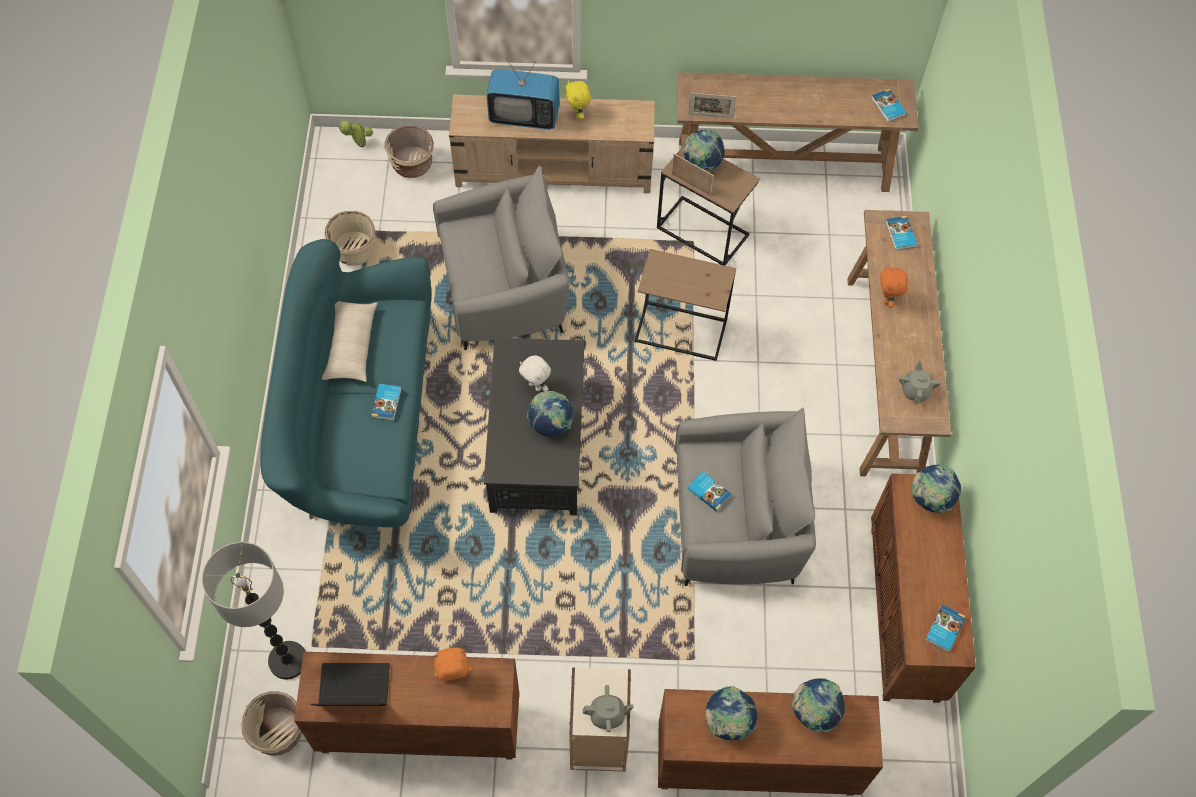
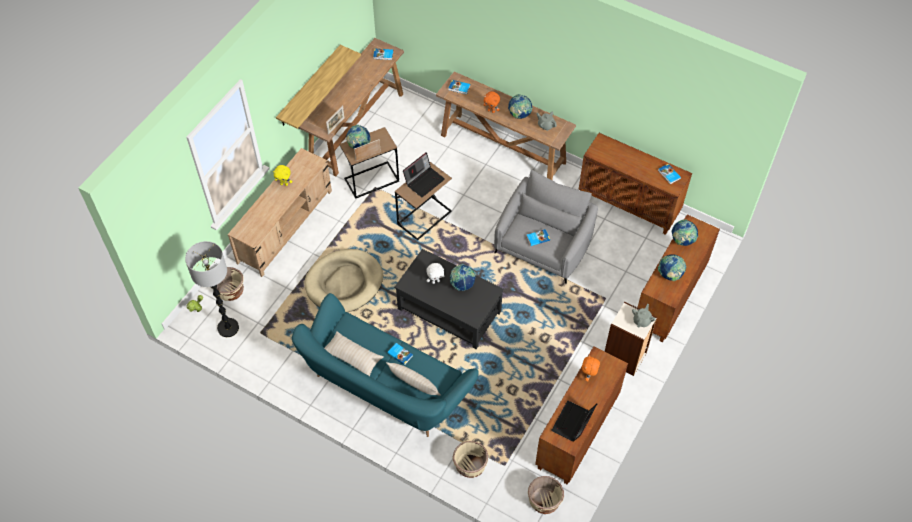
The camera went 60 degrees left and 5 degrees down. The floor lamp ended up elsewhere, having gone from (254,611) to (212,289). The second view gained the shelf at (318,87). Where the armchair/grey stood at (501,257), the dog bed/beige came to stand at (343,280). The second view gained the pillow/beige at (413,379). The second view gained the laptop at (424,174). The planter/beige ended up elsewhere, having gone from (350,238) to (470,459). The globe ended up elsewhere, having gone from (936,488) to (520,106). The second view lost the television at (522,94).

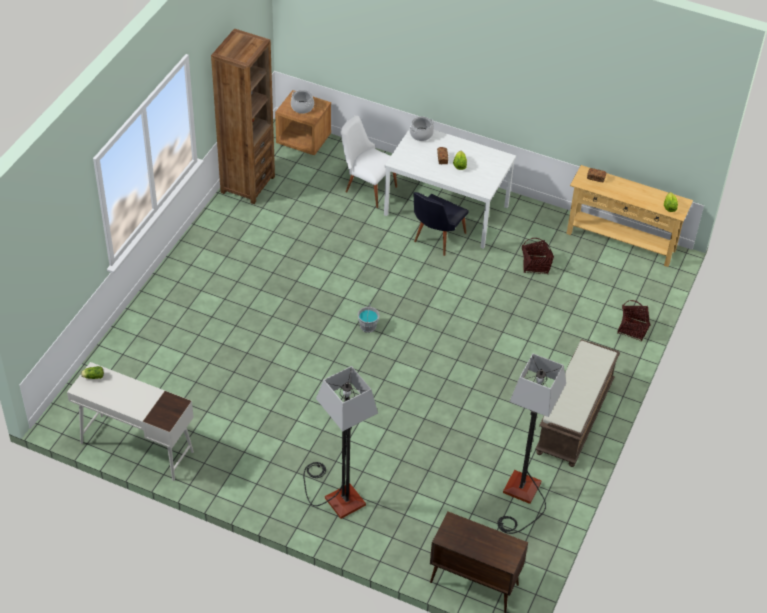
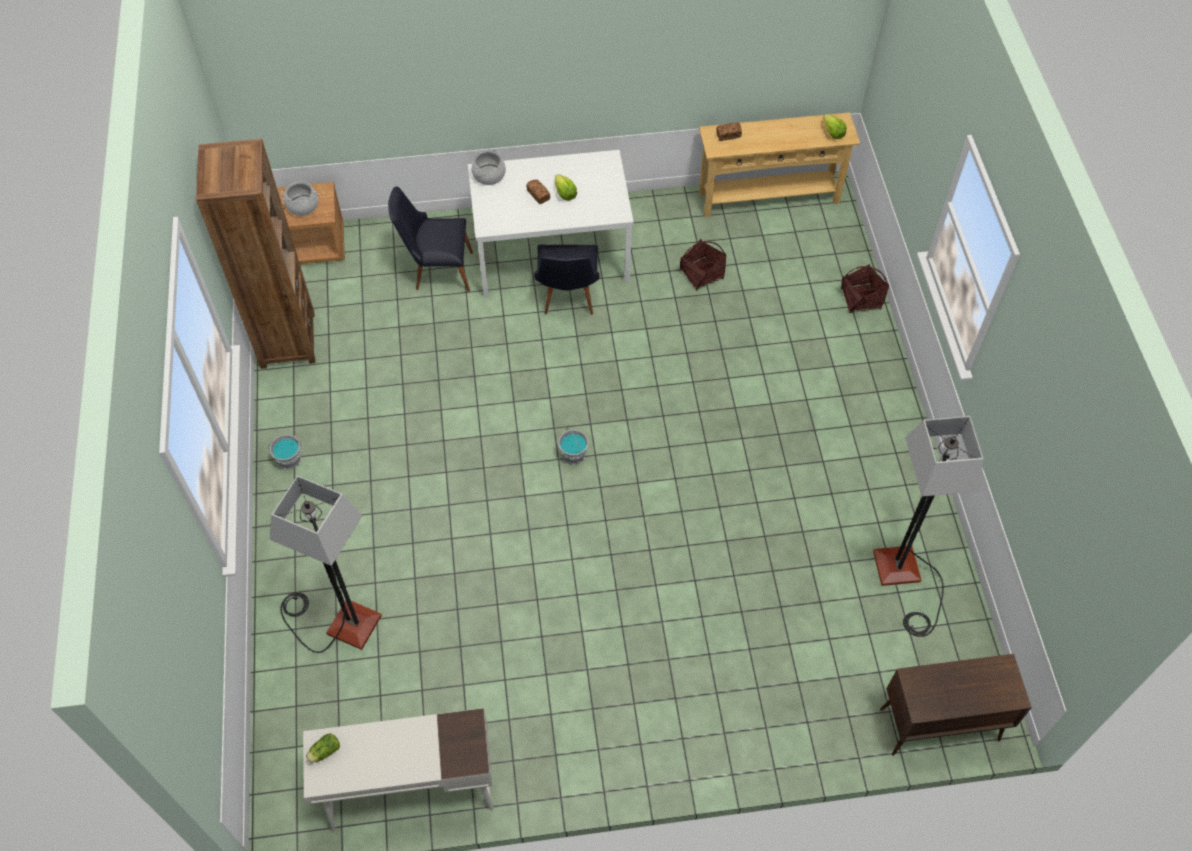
The camera went 30 degrees left and 10 degrees up. The second view gained the bucket/grey at (284,452). The floor lamp ended up elsewhere, having gone from (340,442) to (326,564). What was the chair/white at (368,161) turned into the chair/black at (430,239). The second view lost the bench/brown at (577,403).

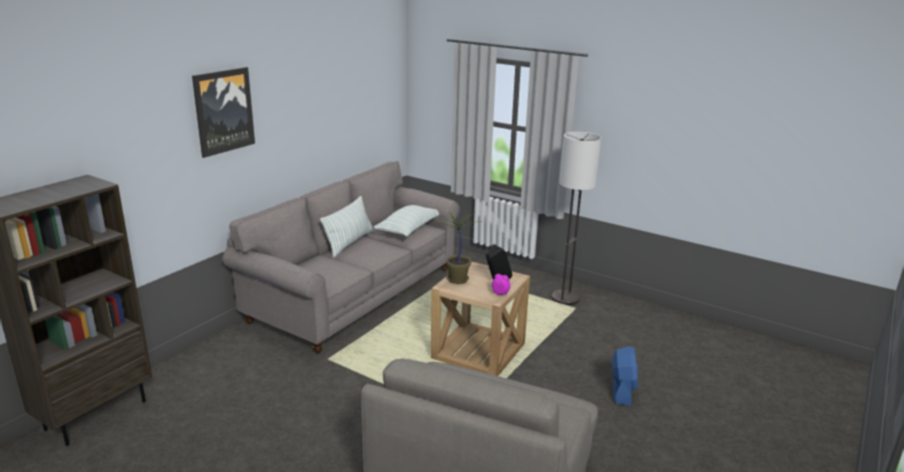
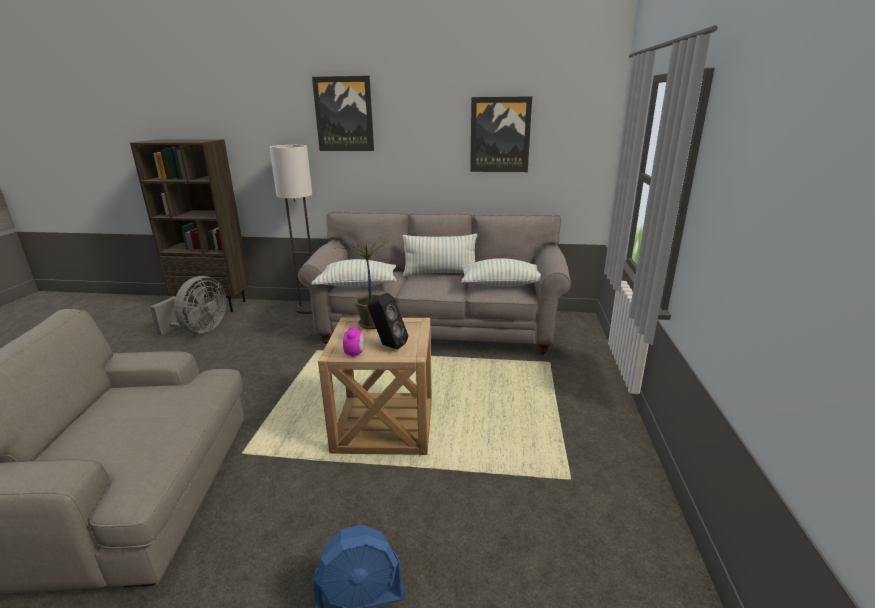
The camera went 65 degrees right and 0 degrees up. The second view gained the fan/grey at (188,305). The floor lamp ended up elsewhere, having gone from (577,218) to (291,229). The second view gained the pillow at (354,273). The second view gained the picture at (501,134).

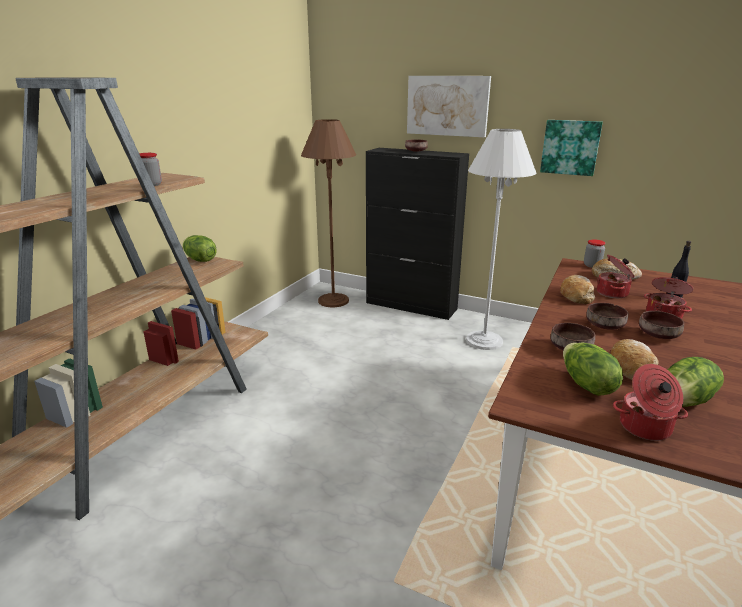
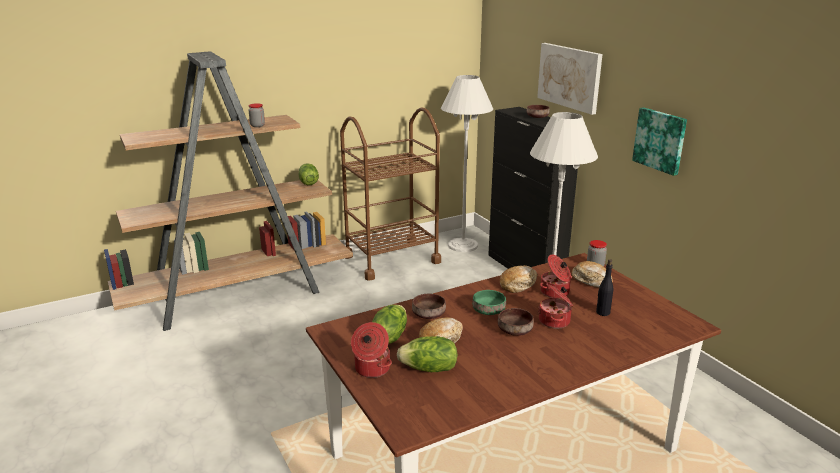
The camera went 35 degrees right and 0 degrees up. The second view gained the cart/brown at (390,194). What was the floor lamp/brown at (328,213) turned into the floor lamp/white at (467,163). What was the bowl/brown at (607,316) turned into the bowl/green at (489,302).

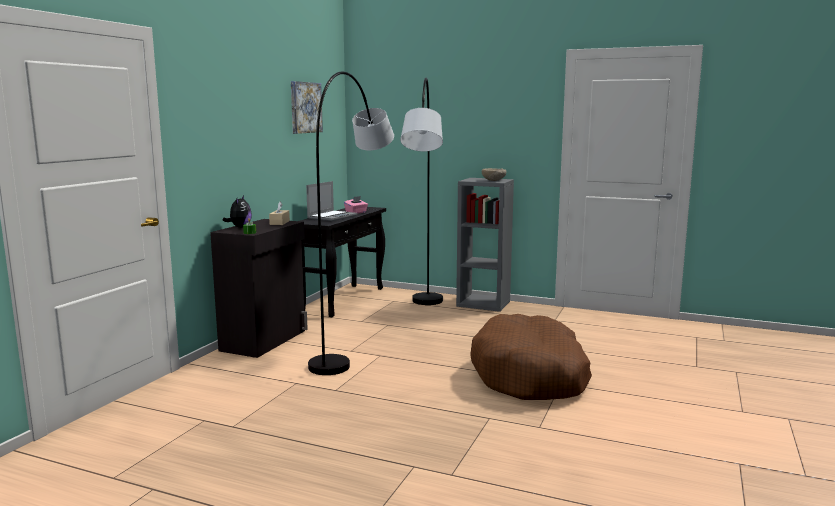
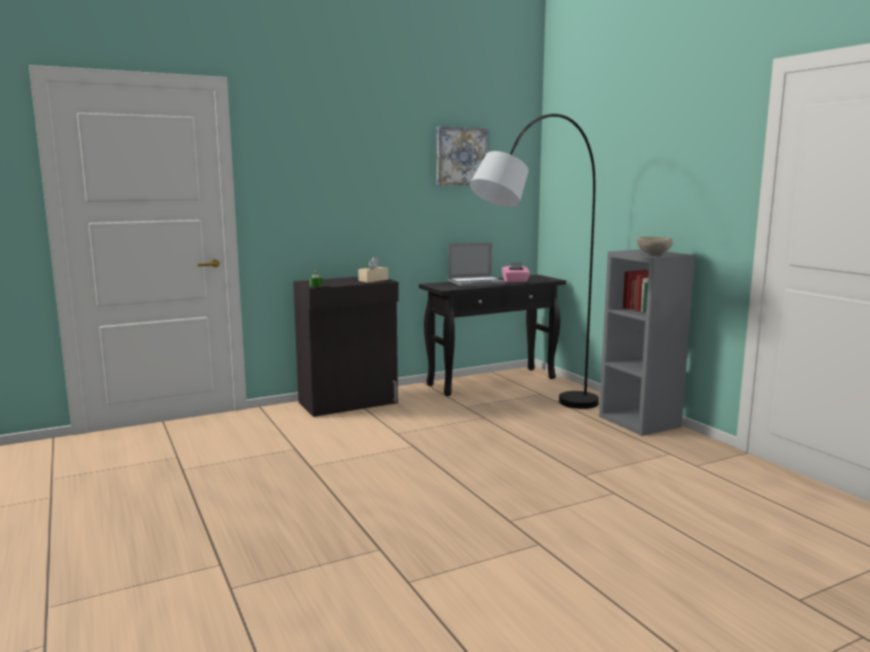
The camera went 40 degrees right and 0 degrees up. The second view lost the plush toy at (237,211). The second view lost the floor lamp/grey at (351,223). The second view lost the dog bed/brown at (531,357).

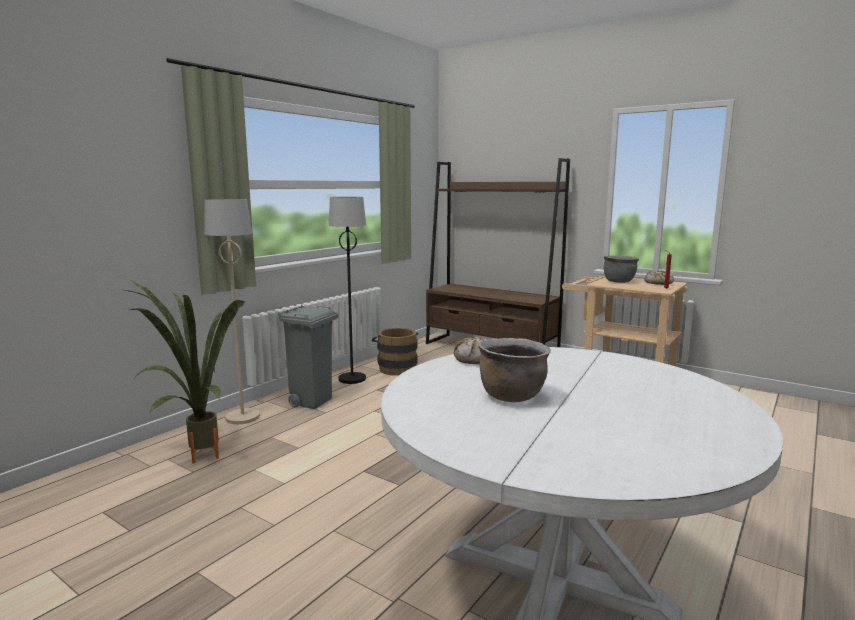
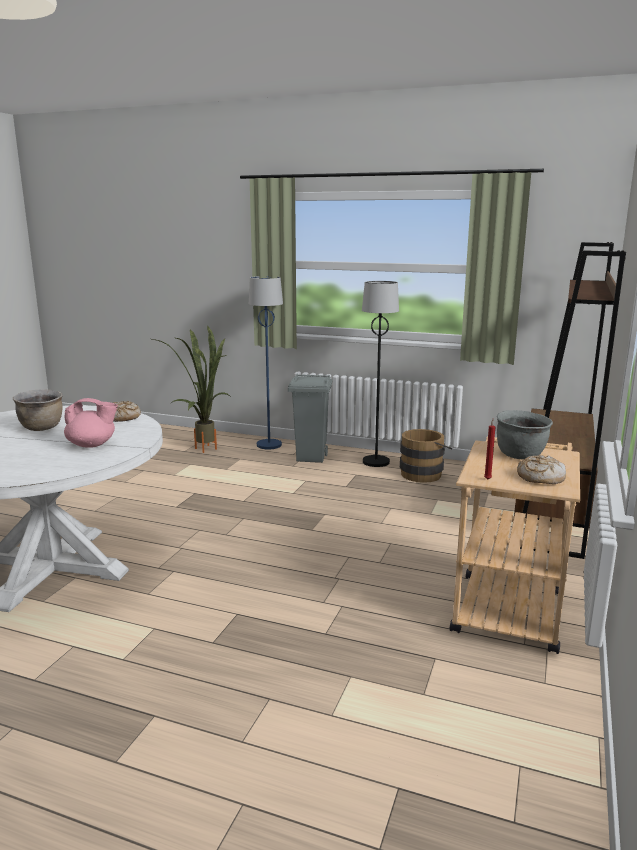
The camera went 75 degrees right and 5 degrees up. The second view gained the teapot/pink at (91,423). What was the floor lamp/beige at (232,311) turned into the floor lamp/blue at (266,362).

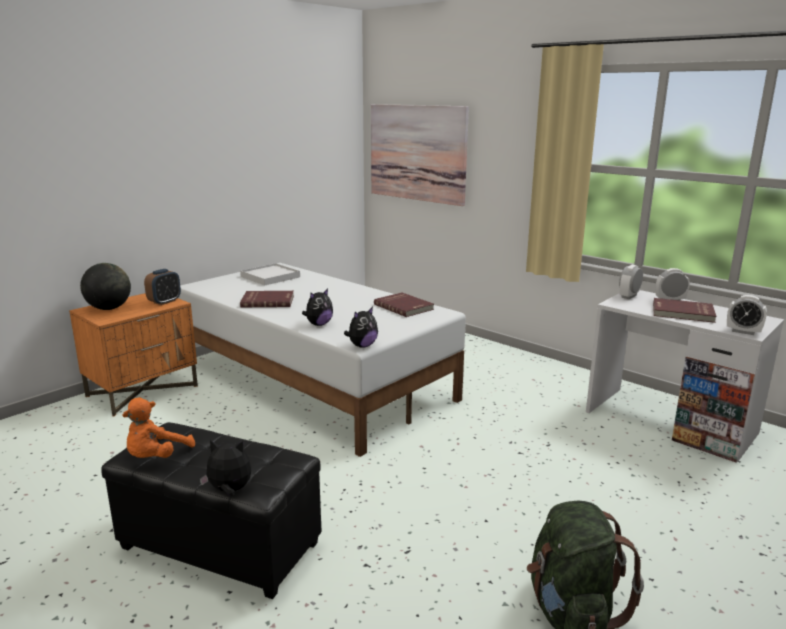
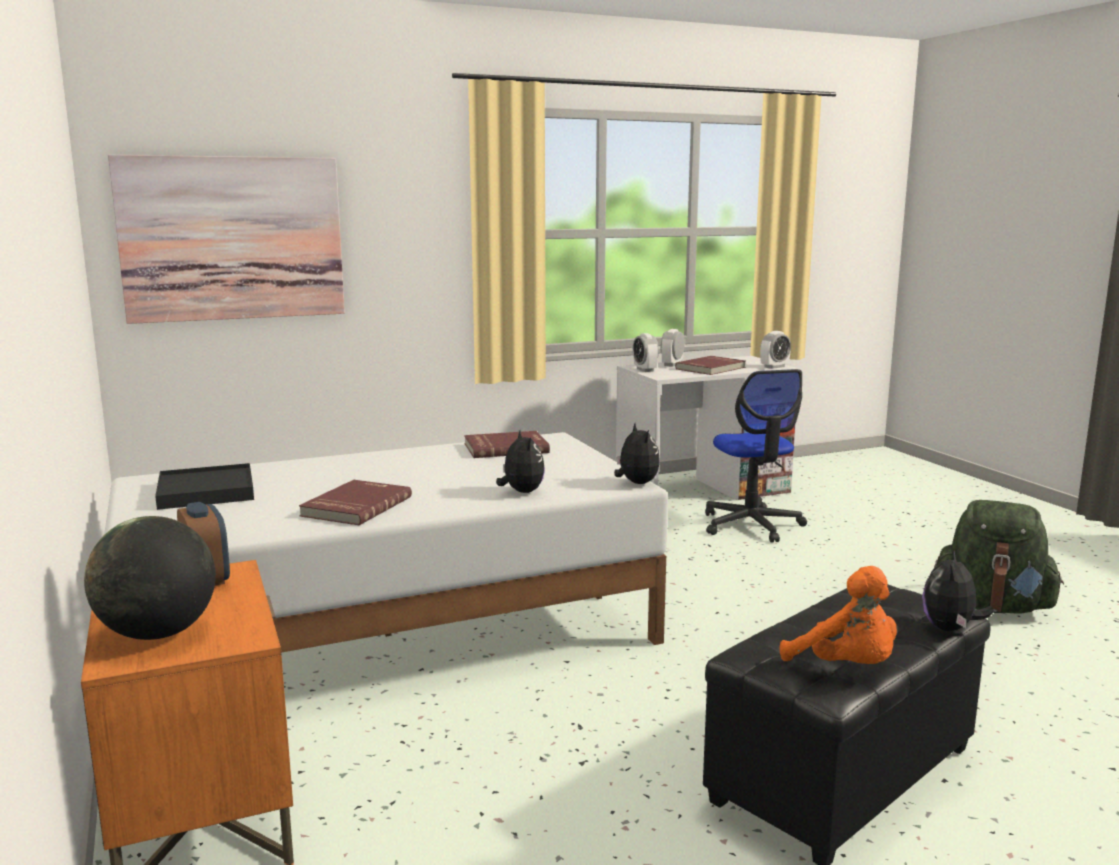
The camera went 65 degrees left and 5 degrees down. What was the tray/white at (270,274) turned into the tray/black at (204,486). The second view gained the office chair at (756,456).

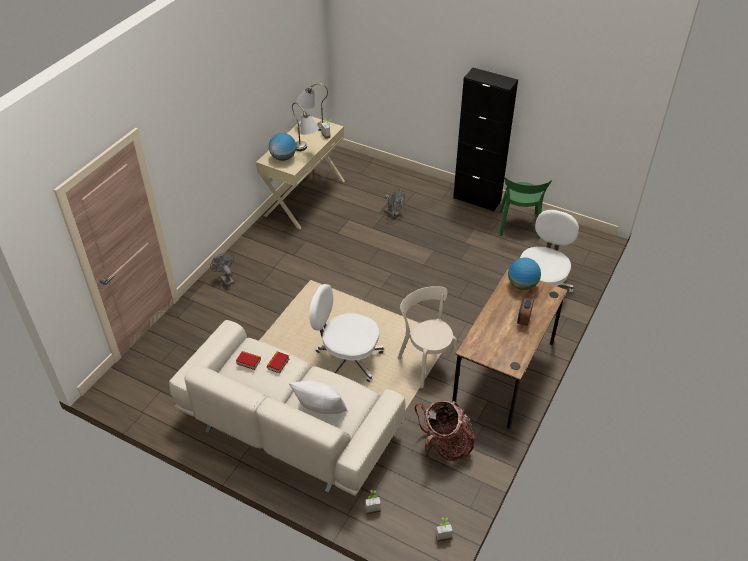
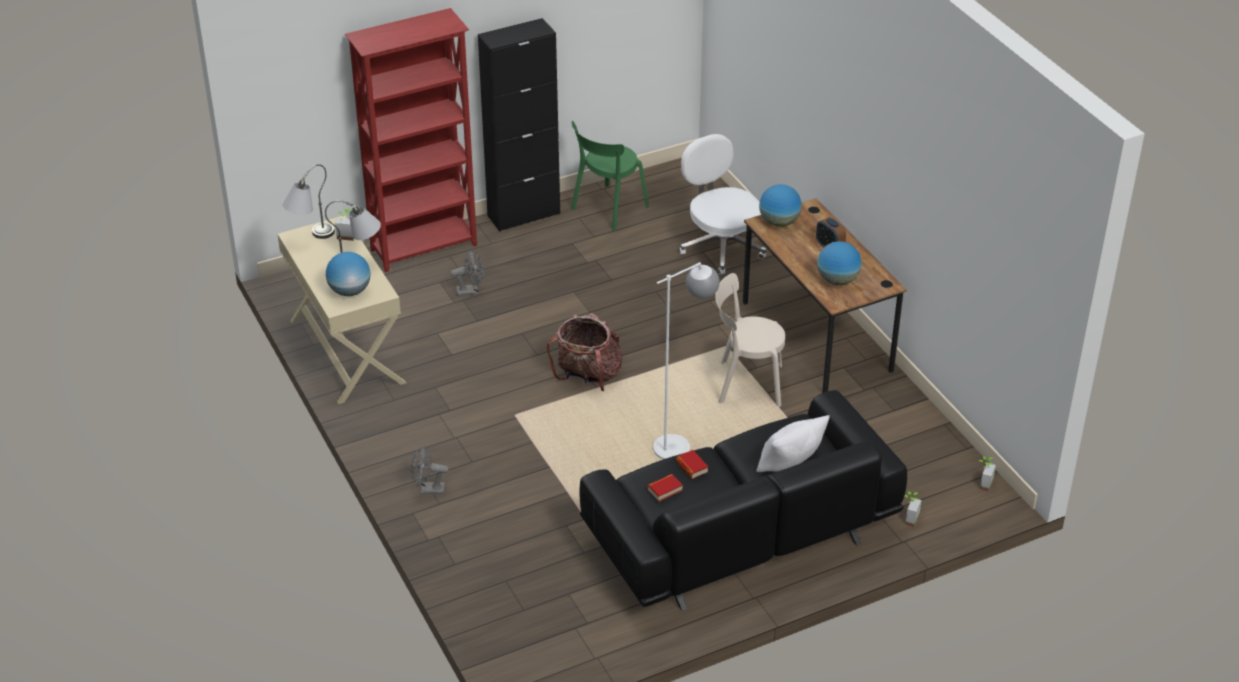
The camera went 55 degrees left and 5 degrees down. The second view gained the bookcase/red at (411,140). The backpack ended up elsewhere, having gone from (445,432) to (584,352). The chair/green at (525,208) ended up facing another way, 90 degrees clockwise from before. What was the sofa/beige at (287,408) turned into the sofa/black at (743,500). Where the office chair/white stood at (346,333), the floor lamp/white came to stand at (686,360). The second view gained the globe at (839,263).

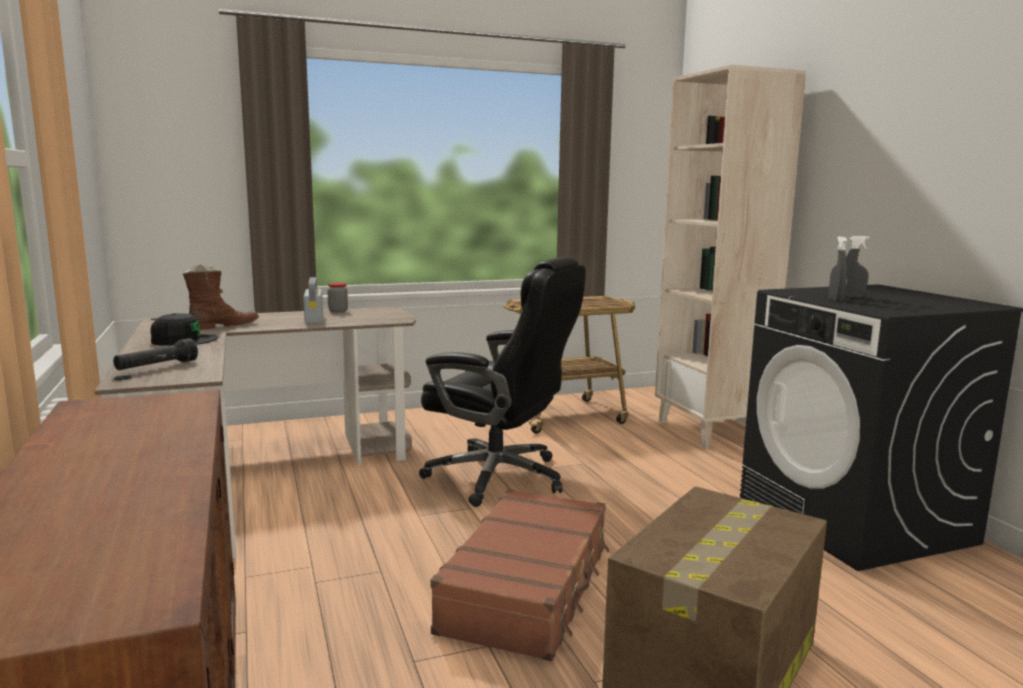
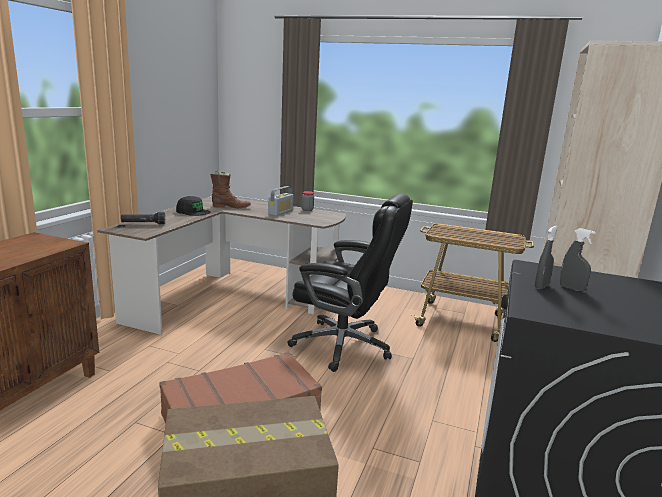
The camera went 40 degrees right and 5 degrees up. The office chair/black at (502,382) ended up facing another way, 45 degrees counterclockwise from before.

